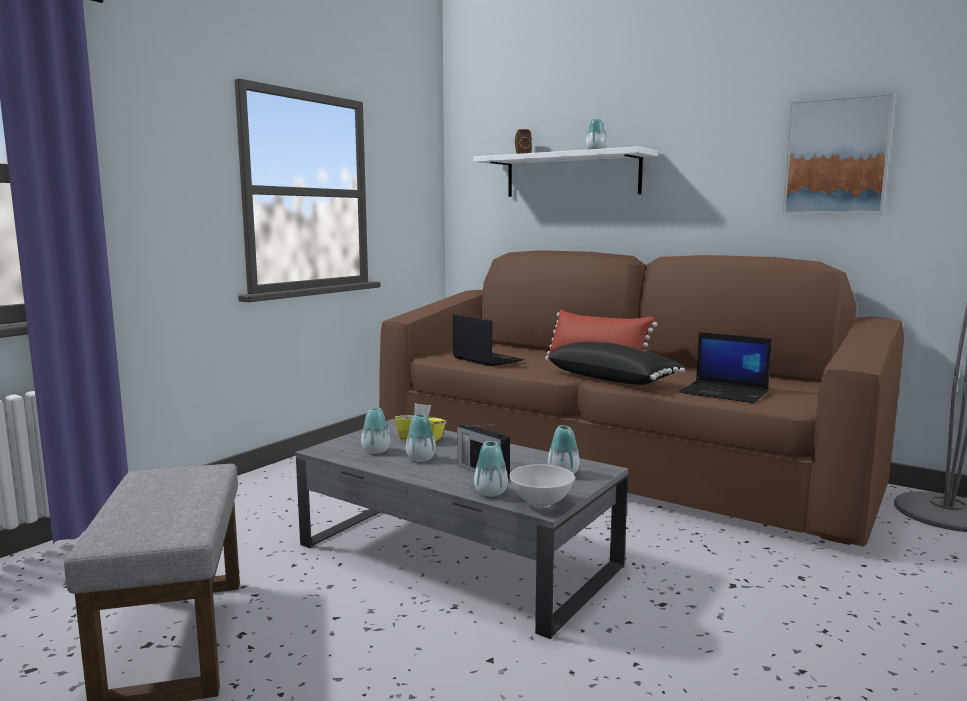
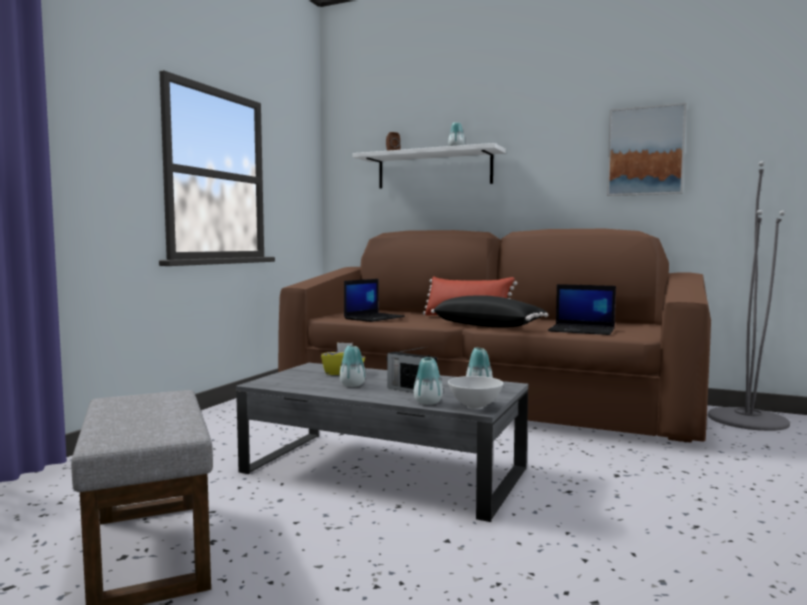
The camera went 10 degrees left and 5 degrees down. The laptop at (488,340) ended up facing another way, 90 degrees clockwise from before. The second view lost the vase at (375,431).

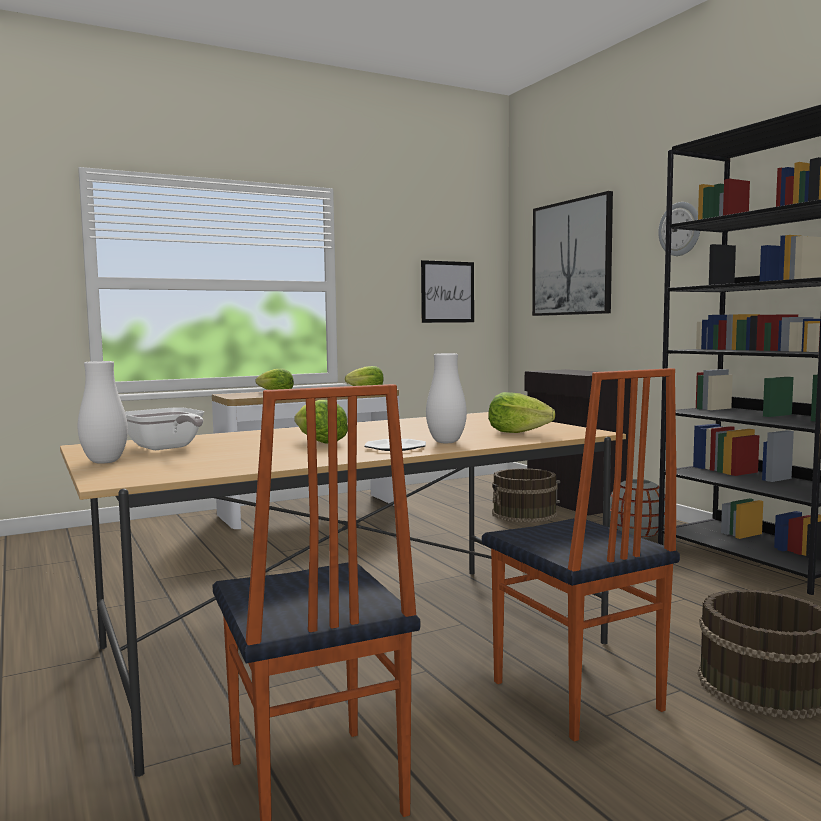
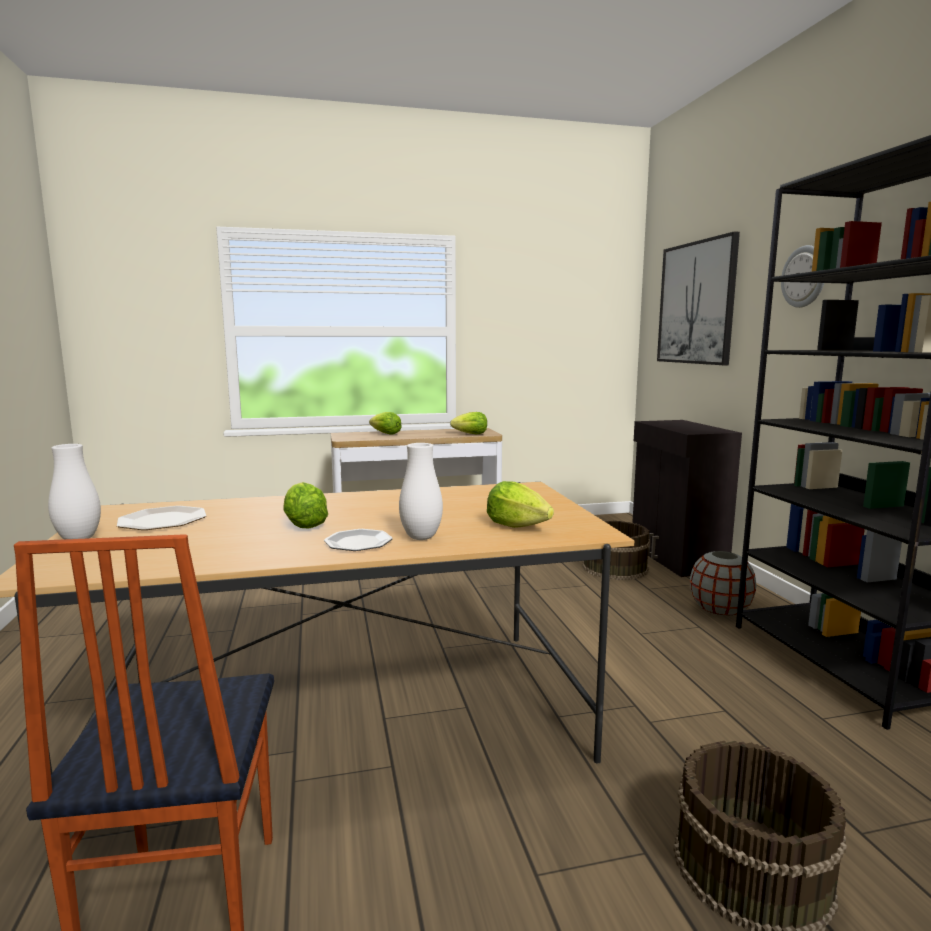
The camera went 15 degrees right and 5 degrees up. Where the frying pan stood at (164,428), the plate came to stand at (161,518). The second view lost the picture at (447,291). The second view lost the chair at (581,555).

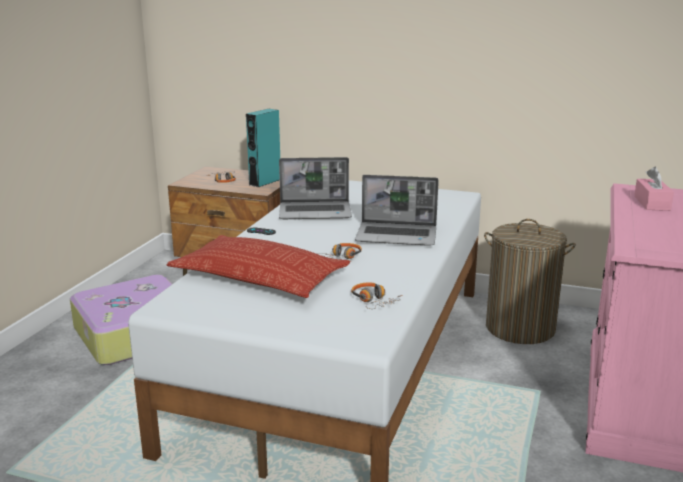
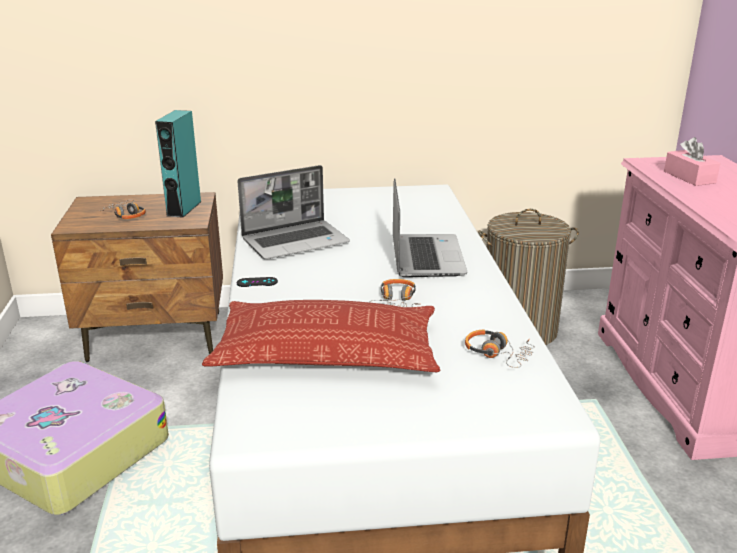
The camera went 25 degrees left and 5 degrees up. The laptop at (397,210) ended up facing another way, 75 degrees counterclockwise from before.

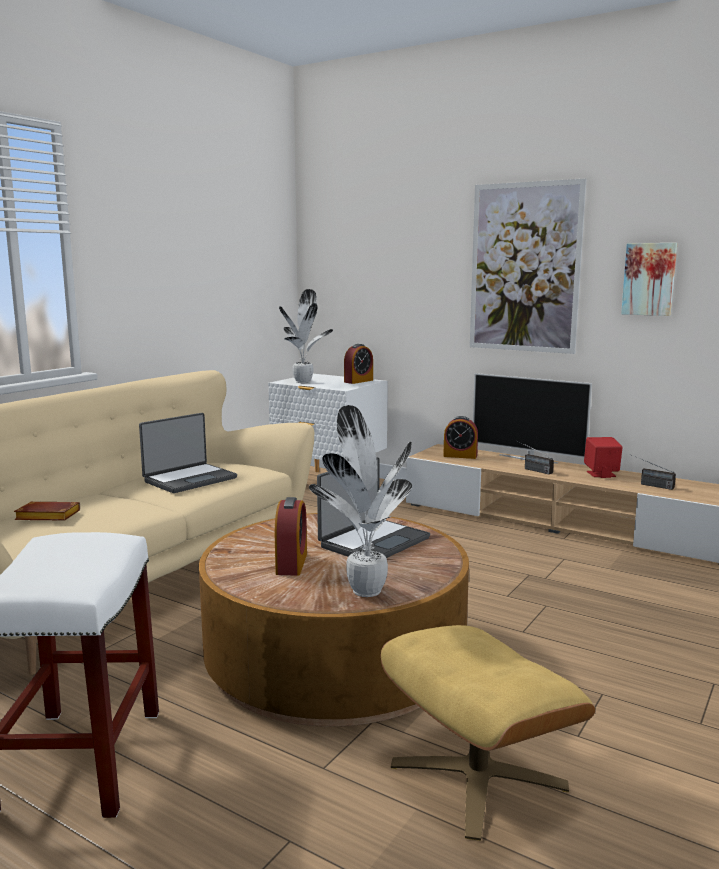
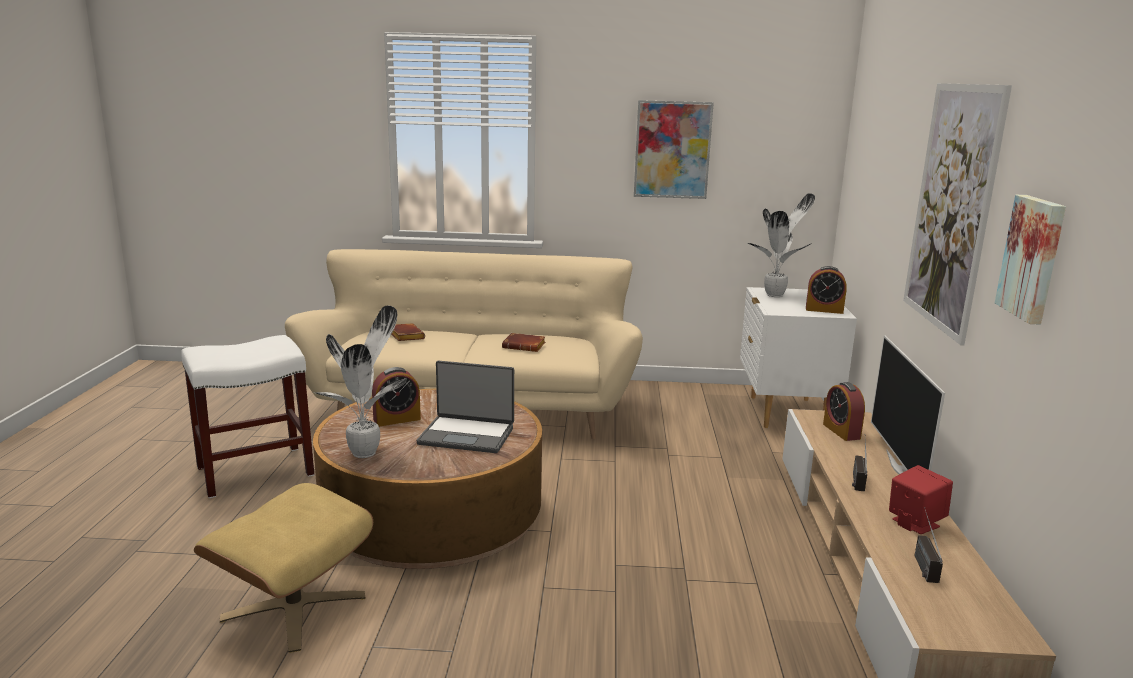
The camera went 60 degrees right and 5 degrees up. Where the laptop stood at (188,453), the book/brown came to stand at (523,342). The second view gained the picture at (674,149).

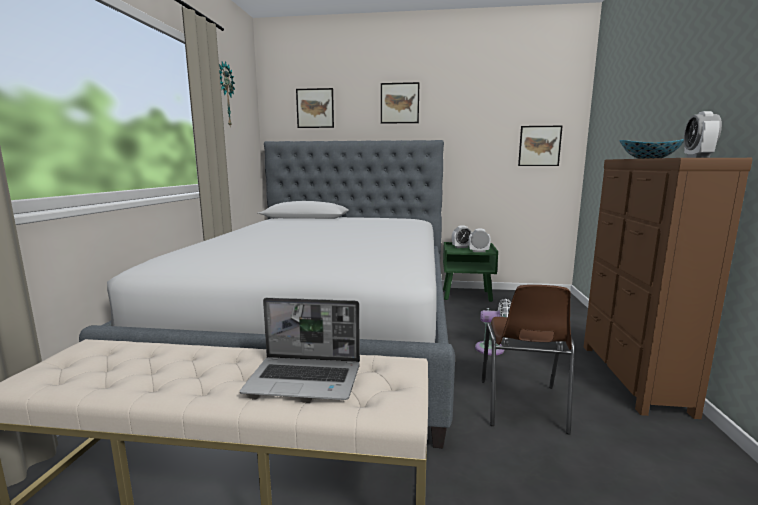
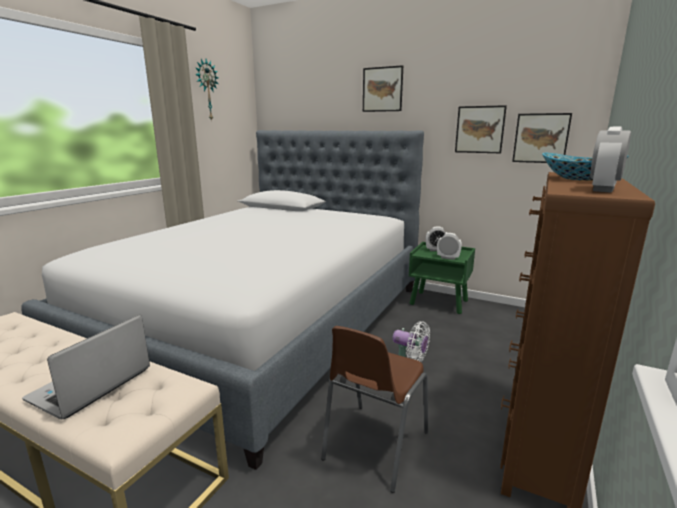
The camera went 20 degrees right and 5 degrees up. The laptop at (300,349) ended up facing another way, 90 degrees clockwise from before. The picture ended up elsewhere, having gone from (315,108) to (481,129).

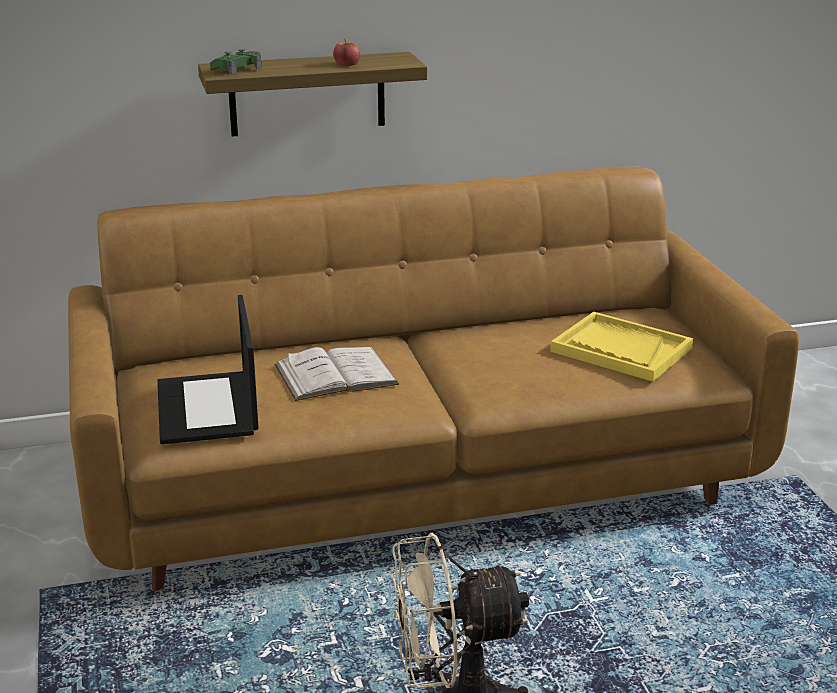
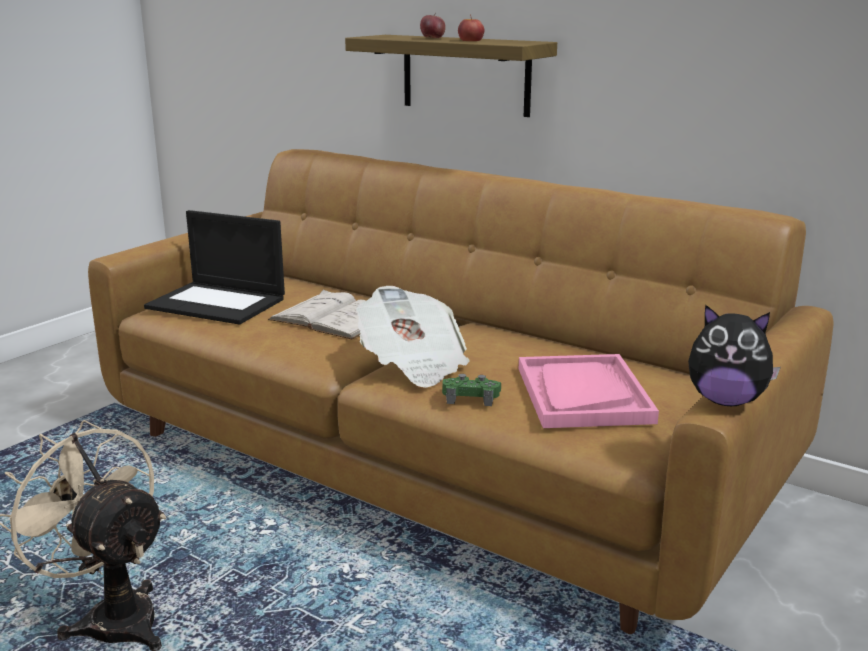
The camera went 50 degrees right and 5 degrees down. The laptop at (208,369) ended up facing another way, 105 degrees counterclockwise from before. The second view gained the newspaper at (413,337). The second view gained the apple at (433,25). The game controller/green ended up elsewhere, having gone from (236,62) to (471,390). What was the tray/yellow at (621,347) turned into the tray/pink at (589,391). The second view gained the plush toy at (734,355).

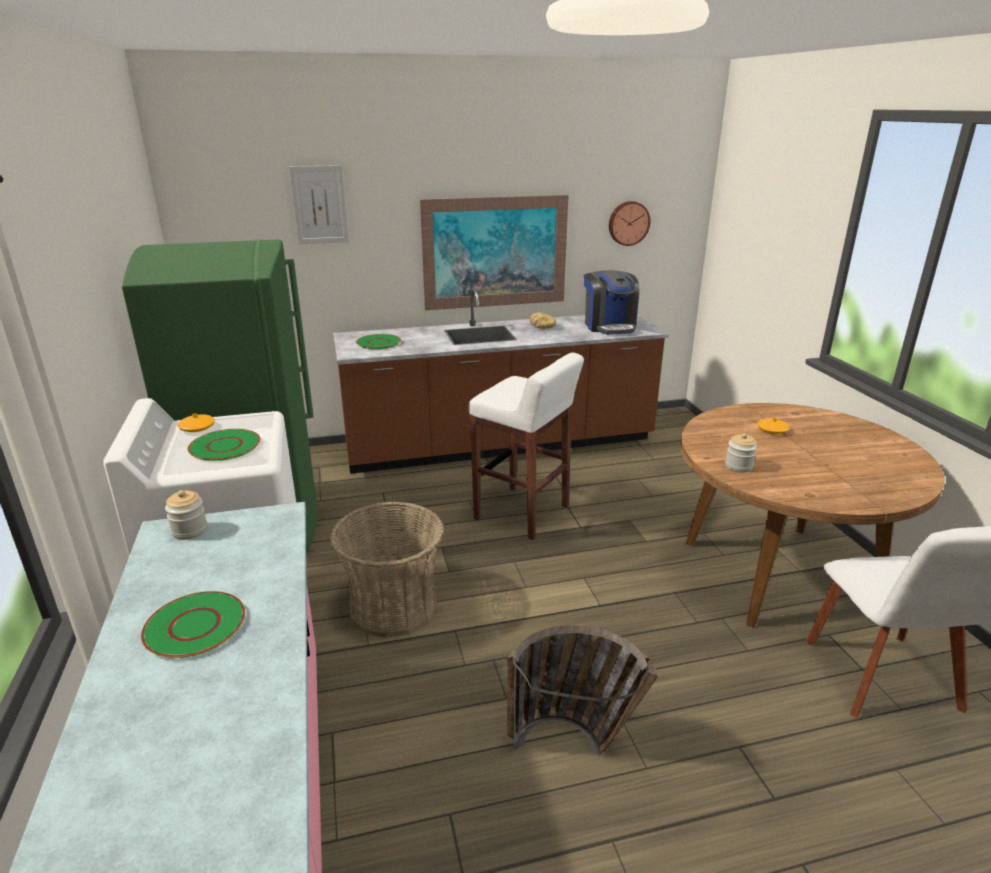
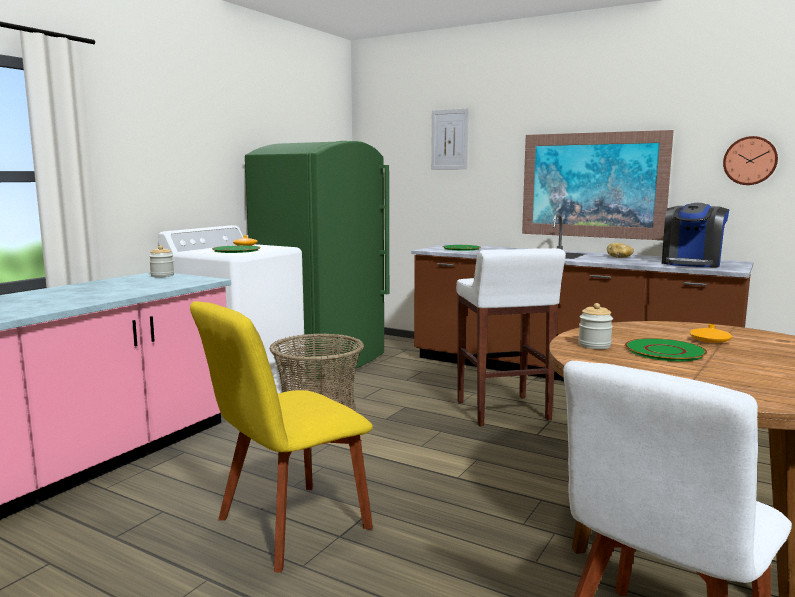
The camera went 45 degrees right and 15 degrees down. Where the basket stood at (582,691), the chair/yellow came to stand at (281,437). The plate/green ended up elsewhere, having gone from (193,624) to (666,349).

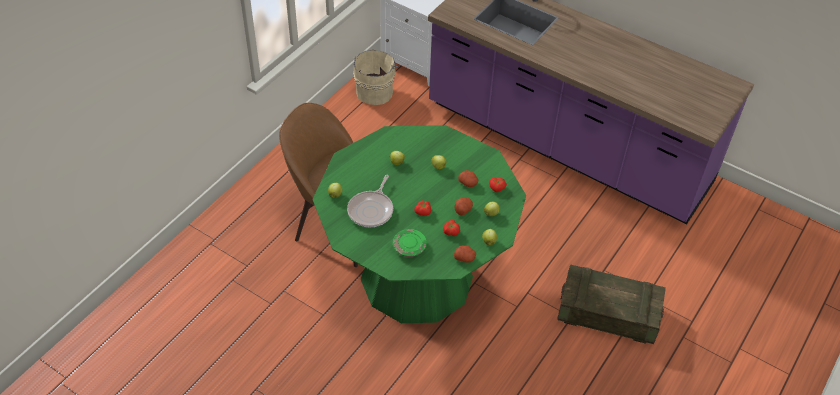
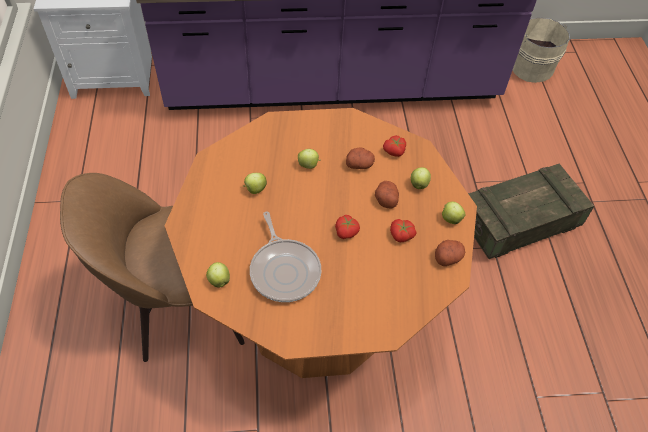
The camera went 40 degrees left and 5 degrees up. What was the dining table/green at (419,224) turned into the dining table/orange at (321,243). The bucket/beige ended up elsewhere, having gone from (375,77) to (541,50). The second view lost the plate/green at (410,243).

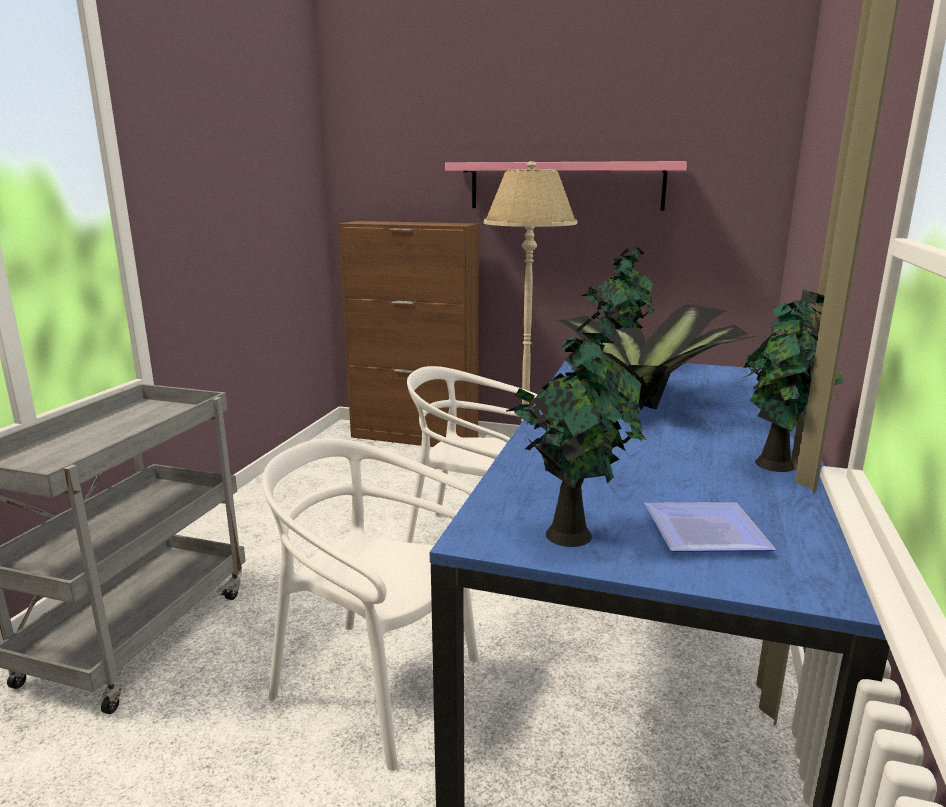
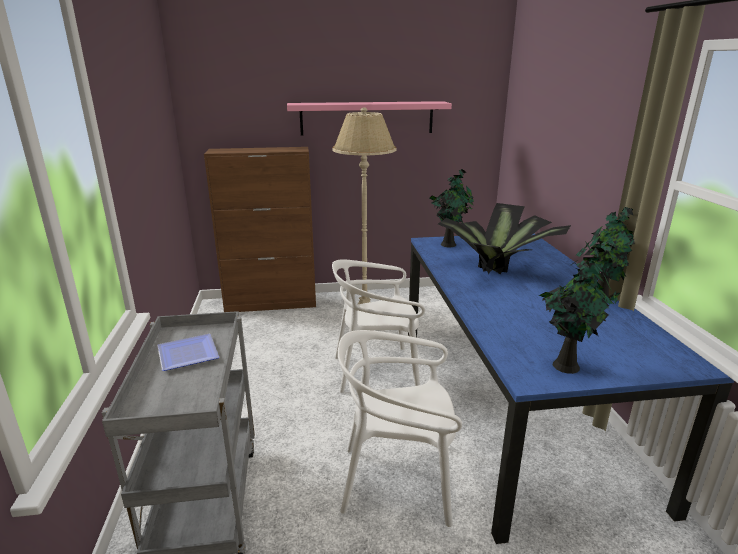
The camera went 25 degrees left and 5 degrees up. The plate ended up elsewhere, having gone from (710,527) to (188,352).

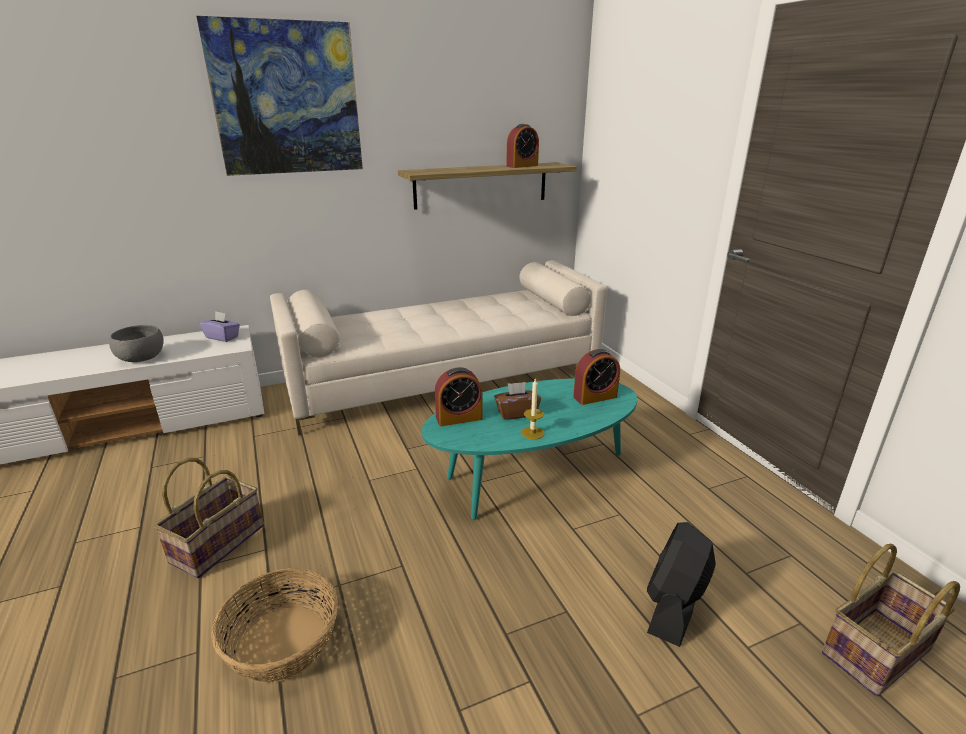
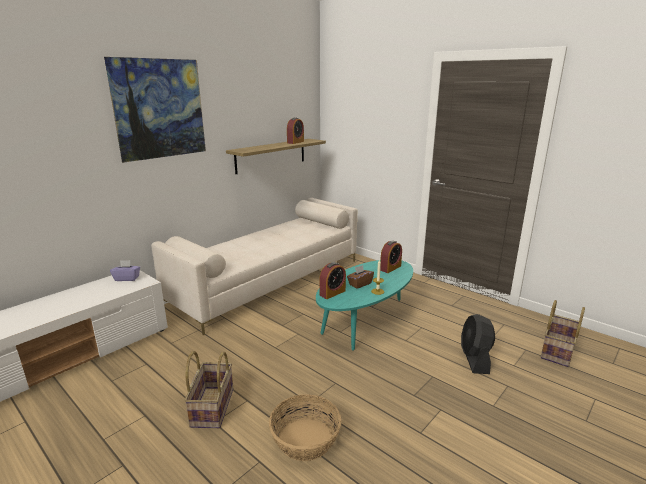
The camera went 25 degrees left and 5 degrees down. The second view lost the bowl/grey at (136,343).

